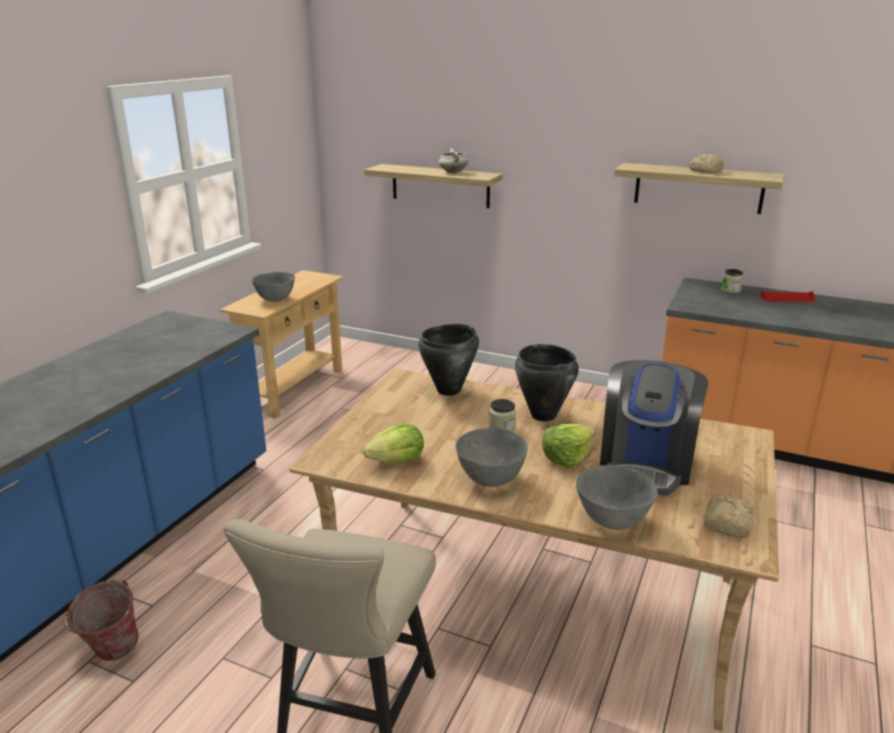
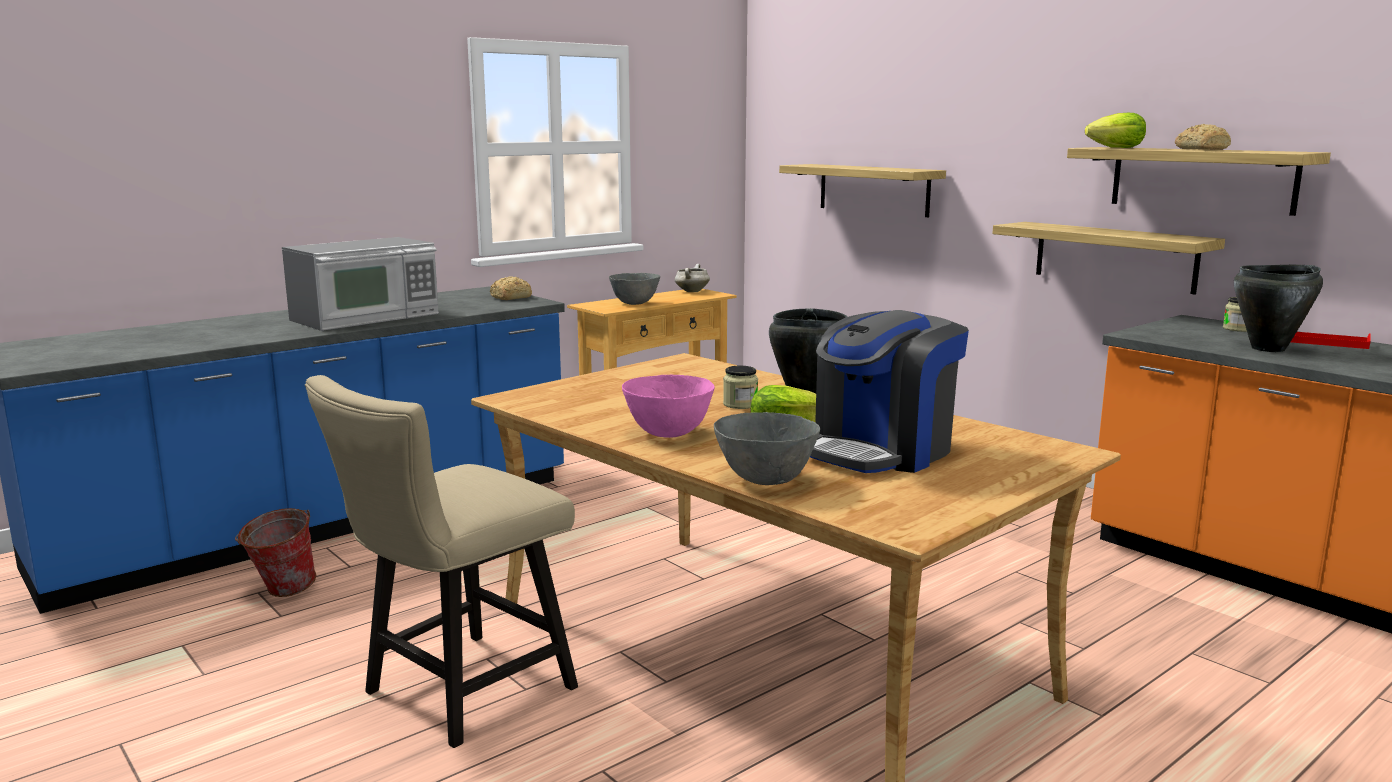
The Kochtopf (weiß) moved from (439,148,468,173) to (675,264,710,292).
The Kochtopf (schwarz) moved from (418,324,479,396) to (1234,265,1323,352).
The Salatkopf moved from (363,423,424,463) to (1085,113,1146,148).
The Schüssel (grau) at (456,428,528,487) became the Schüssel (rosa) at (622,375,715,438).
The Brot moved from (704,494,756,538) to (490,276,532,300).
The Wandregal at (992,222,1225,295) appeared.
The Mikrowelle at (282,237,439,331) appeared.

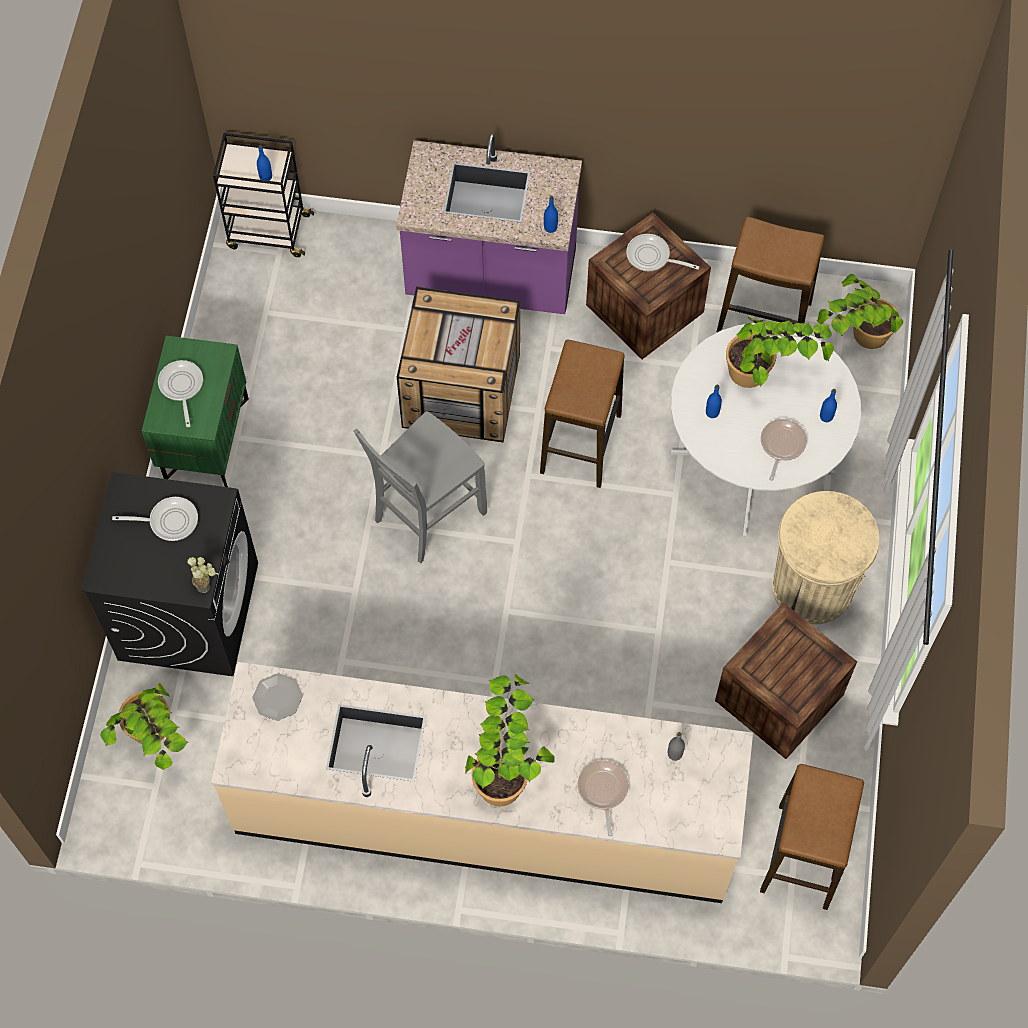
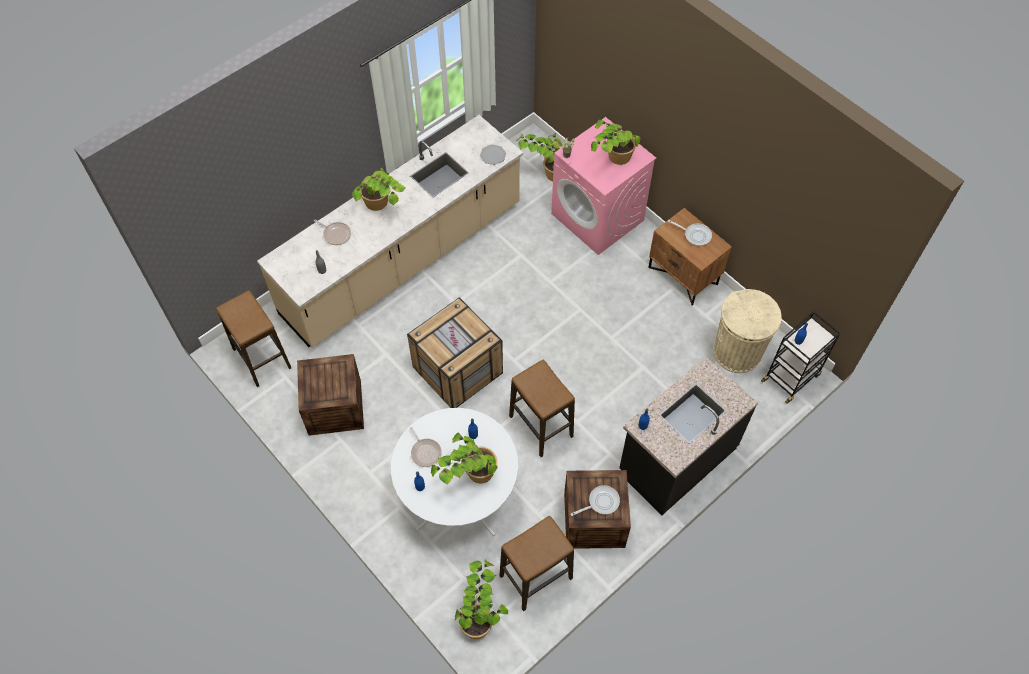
The Küchenzeile (lila) at (396,133,582,314) became the Küchenzeile (schwarz) at (619,357,758,515).
The Kiste moved from (397,286,520,442) to (407,297,503,408).
The Nachttisch (grün) at (142,336,249,487) became the Nachttisch (braun) at (648,208,732,305).
The Stuhl (grau) at (354,412,487,563) disappeared.
The Waschmaschine (schwarz) at (81,472,258,676) became the Waschmaschine (rosa) at (551,117,656,255).
The Mülleimer (beige) moved from (772,491,879,625) to (713,289,782,373).
The Pfanne at (112,497,198,541) was replaced by the Topfpflanze at (591,120,640,165).

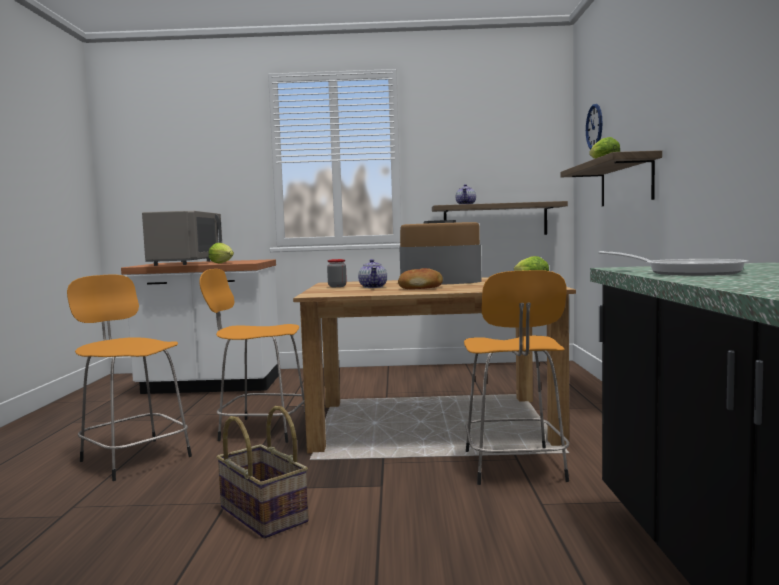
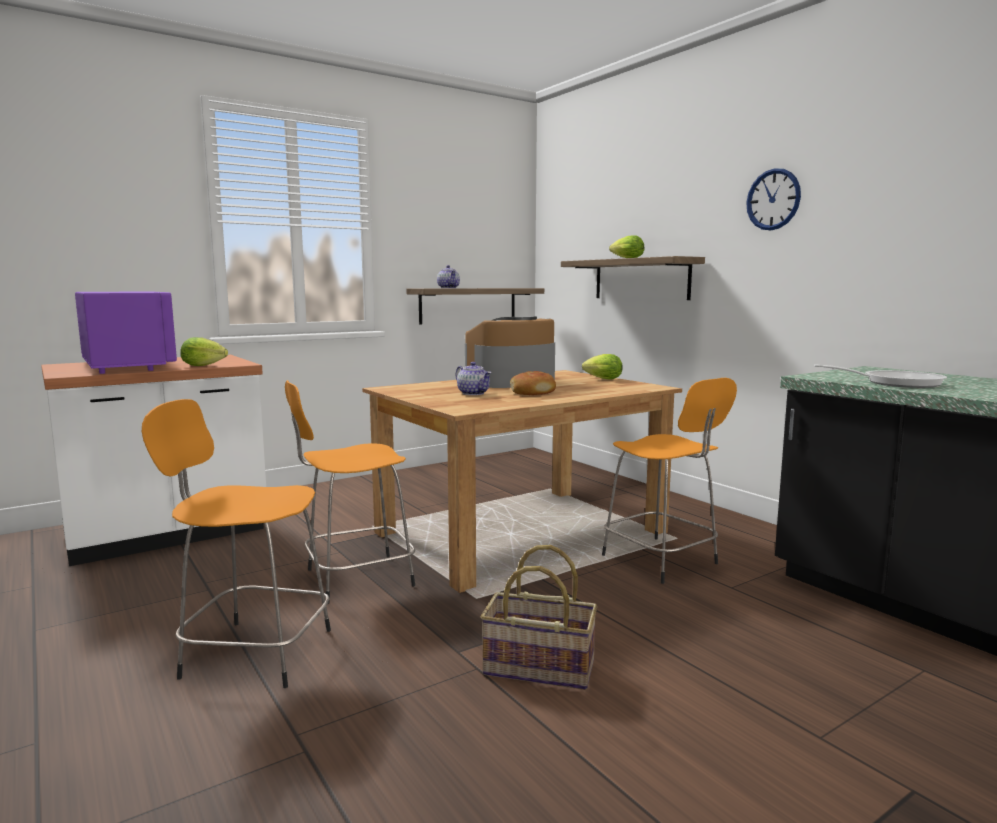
The Wanduhr moved from (586,104,602,149) to (746,168,801,230).
The Mikrowelle (grau) at (142,211,222,266) became the Mikrowelle (lila) at (75,291,177,374).
The Vorratsglas at (327,259,347,287) disappeared.

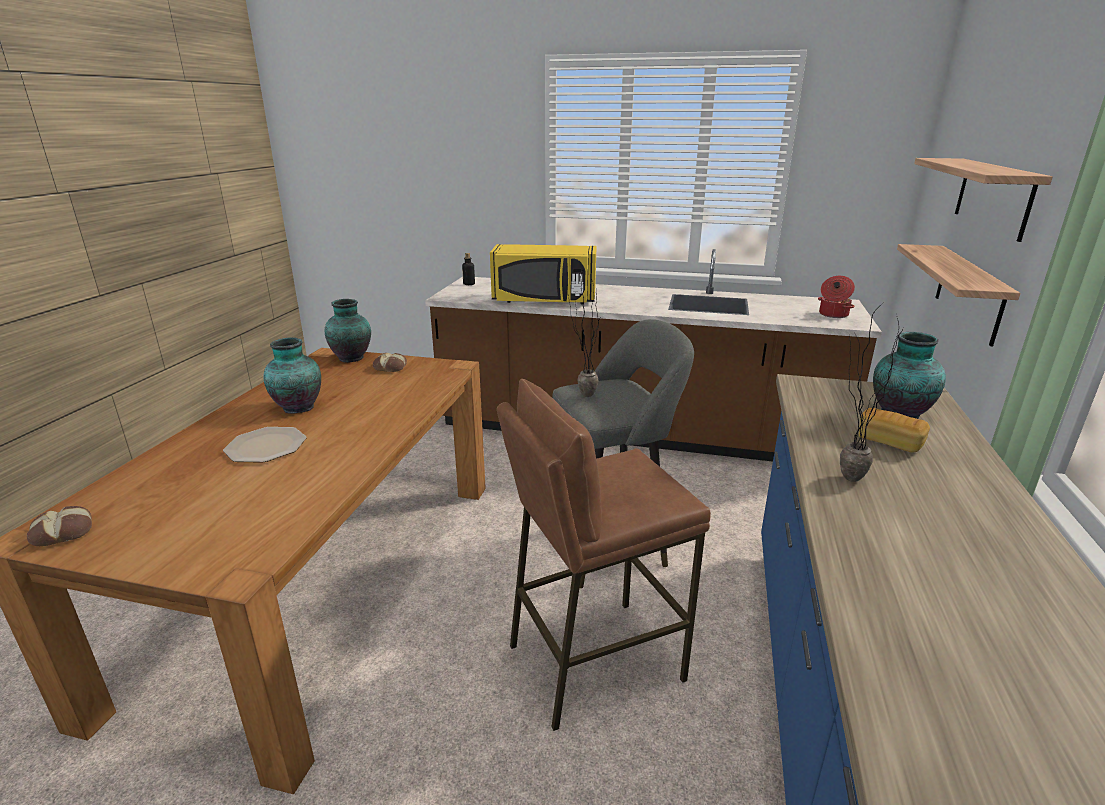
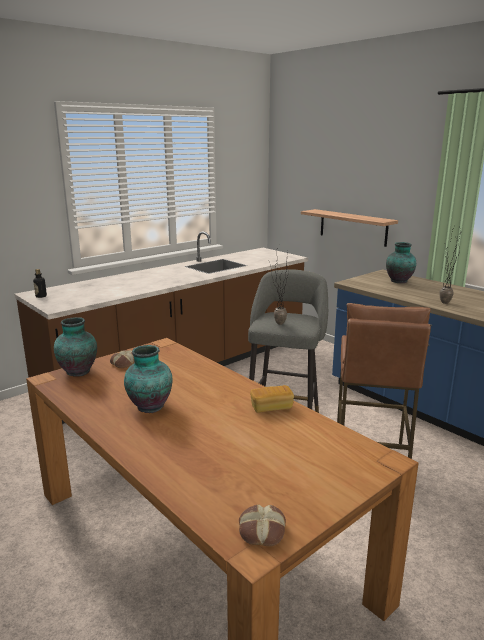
The Wandregal at (914,158,1053,242) disappeared.
The Mikrowelle (gelb) at (490,244,597,304) disappeared.
The Kochtopf at (818,276,855,318) disappeared.
The Brot moved from (859,408,930,452) to (250,385,294,413).
The Teller at (223,427,307,463) disappeared.

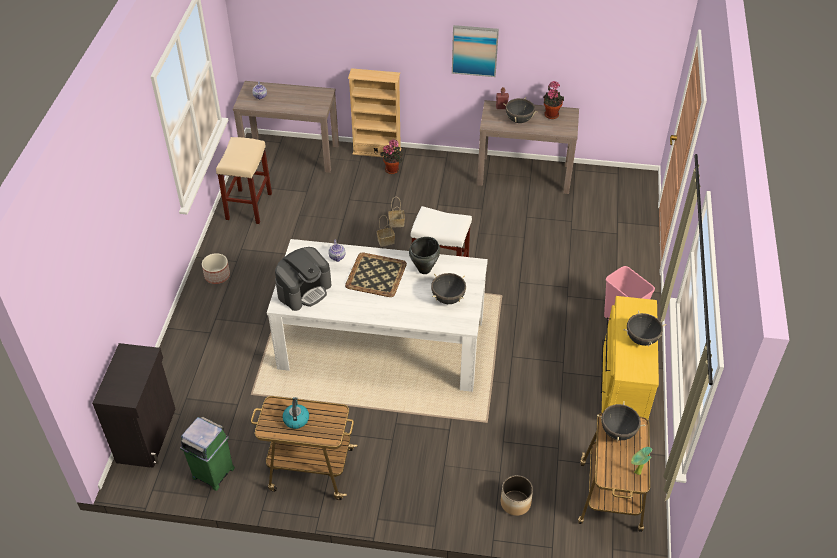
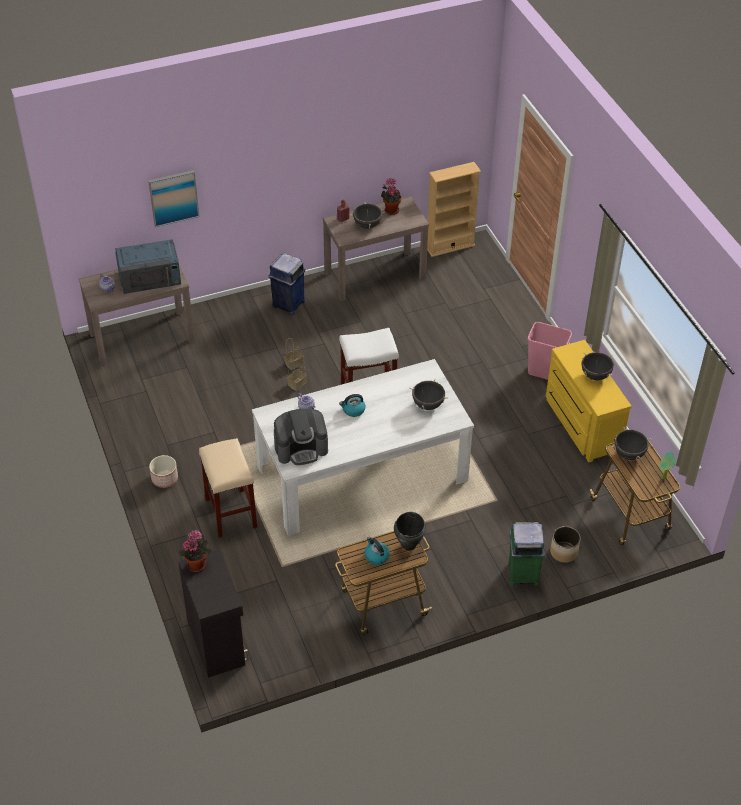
The Bild moved from (452,25,499,77) to (148,170,199,227).
The Bücherregal (beige) moved from (348,68,401,157) to (427,162,481,257).
The Hocker (beige) moved from (216,137,272,224) to (199,438,257,538).
The Topfpflanze moved from (380,139,403,174) to (179,530,211,572).
The Kochtopf (schwarz) moved from (409,237,440,274) to (394,512,426,551).
The Kaffeemaschine at (275,247,331,311) turned 60 degrees clockwise.
The Tablett at (345,252,407,297) was replaced by the Wasserkessel at (339,394,366,417).
The Mülleimer (grün) moved from (180,417,235,491) to (508,522,545,586).
The Mikrowelle (blau) at (115,239,181,294) appeared.
The Mülleimer (blau) at (268,253,305,315) appeared.

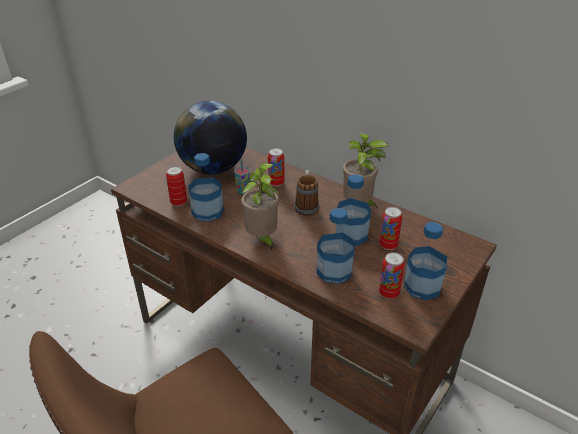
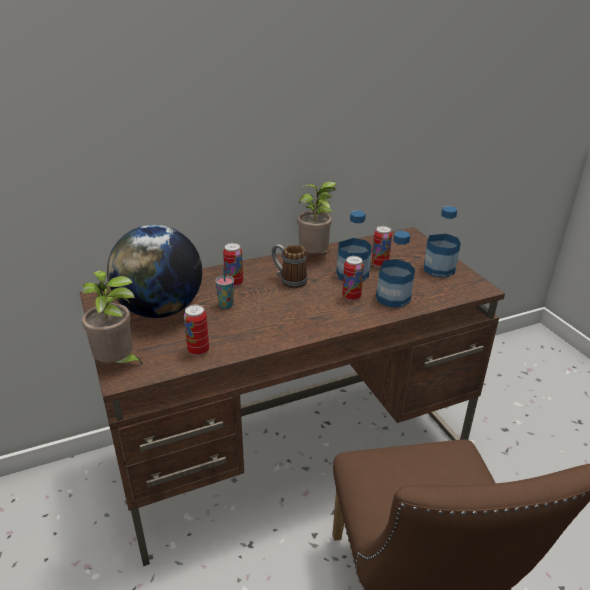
The Flasche at (188,153,224,222) disappeared.
The Topfpflanze moved from (241,163,280,251) to (82,271,143,364).
The Dose moved from (379,252,405,299) to (342,256,364,301).

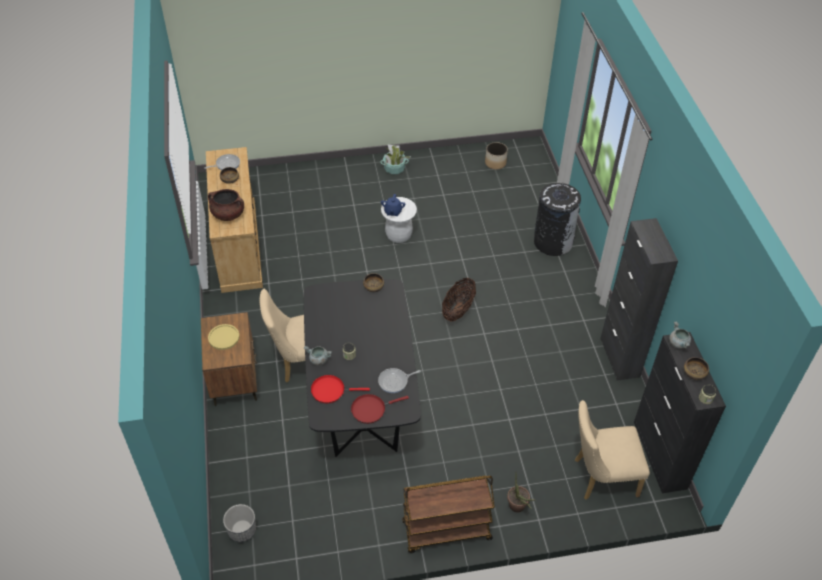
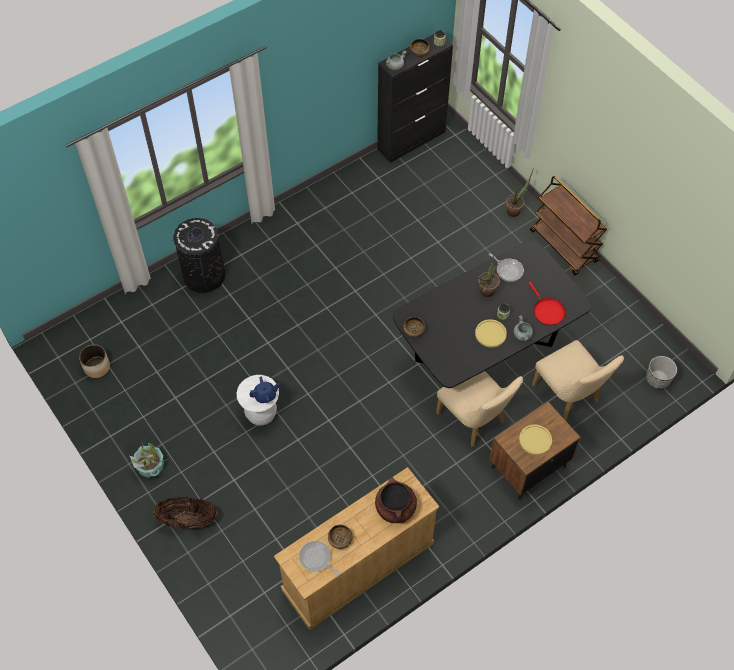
The Schrank (schwarz) at (600,218,678,381) disappeared.
The Korb moved from (442,278,476,321) to (154,496,217,529).
The Pfanne (rot) at (351,394,409,424) disappeared.
The Stuhl (beige) moved from (575,400,650,500) to (532,340,624,420).
The Topfpflanze at (478,253,500,297) appeared.
The Teller (gelb) at (475,319,507,348) appeared.

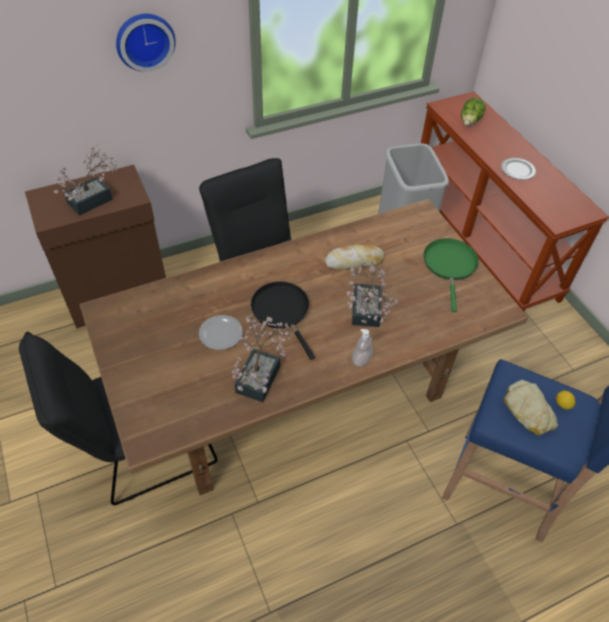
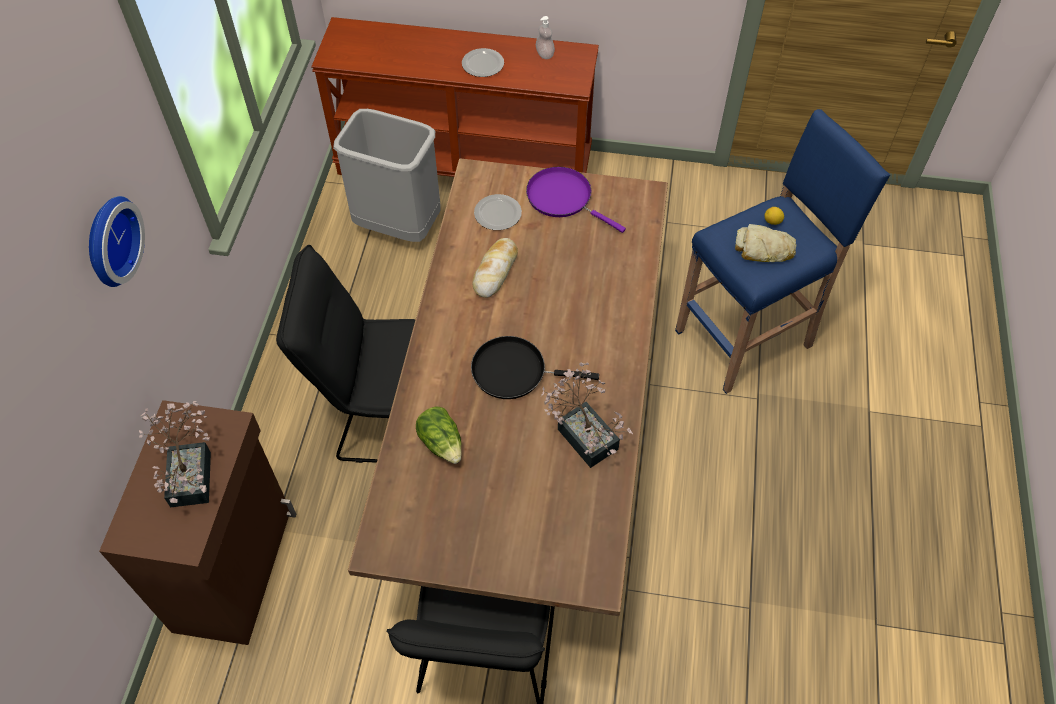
The Salatkopf moved from (461,98,486,125) to (416,407,462,464).
The Pfanne (grün) at (424,238,479,312) became the Pfanne (lila) at (526,167,626,233).
The Topfpflanze at (346,261,398,327) disappeared.
The Teller moved from (199,315,243,350) to (474,194,522,230).
The Seifenspender moved from (352,329,373,367) to (536,16,555,59).

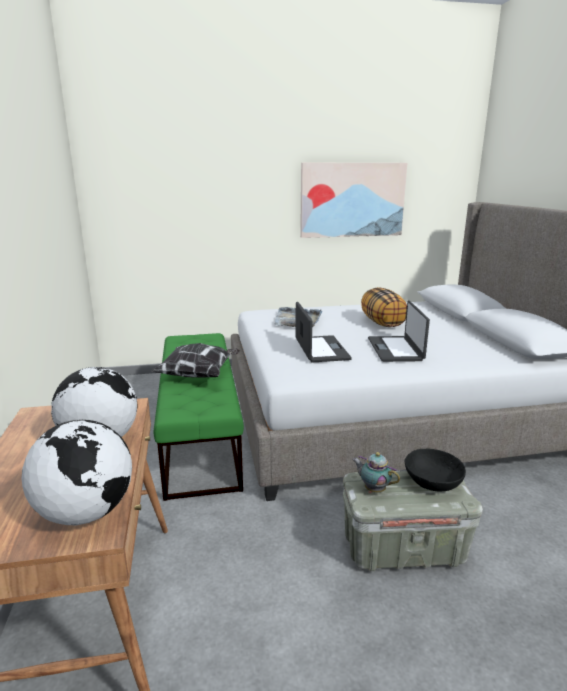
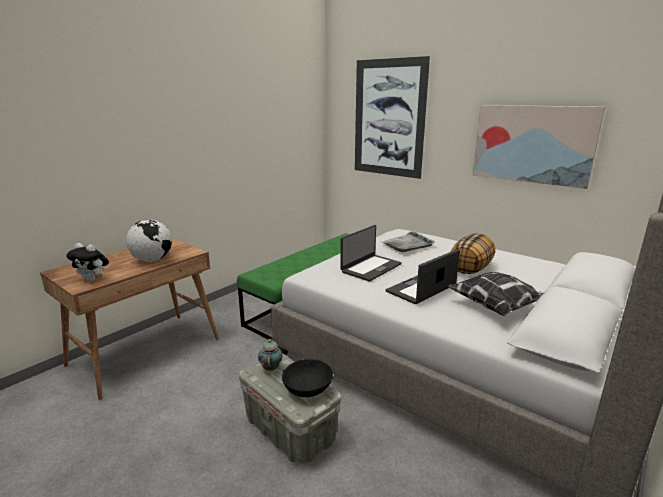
The Kissen moved from (152,343,240,377) to (447,272,545,316).
The Globus at (22,420,132,525) was replaced by the Plüschtier at (66,243,109,282).
The Bild at (355,56,430,179) appeared.

